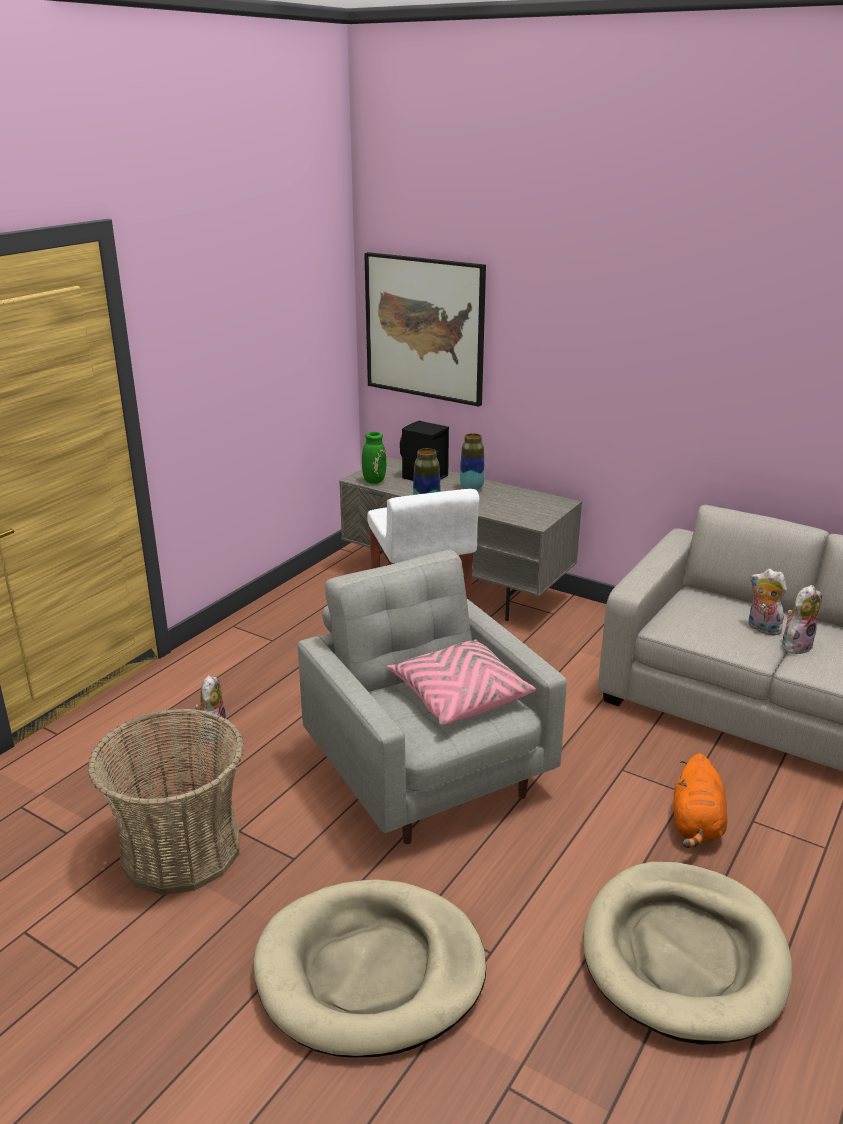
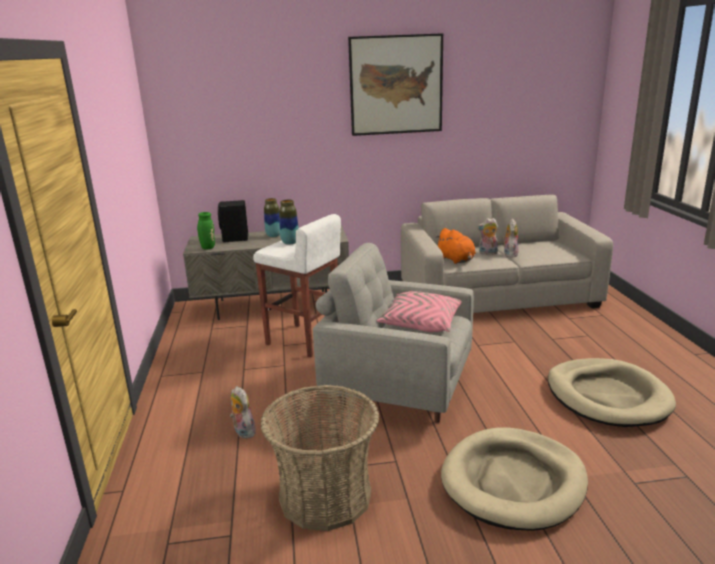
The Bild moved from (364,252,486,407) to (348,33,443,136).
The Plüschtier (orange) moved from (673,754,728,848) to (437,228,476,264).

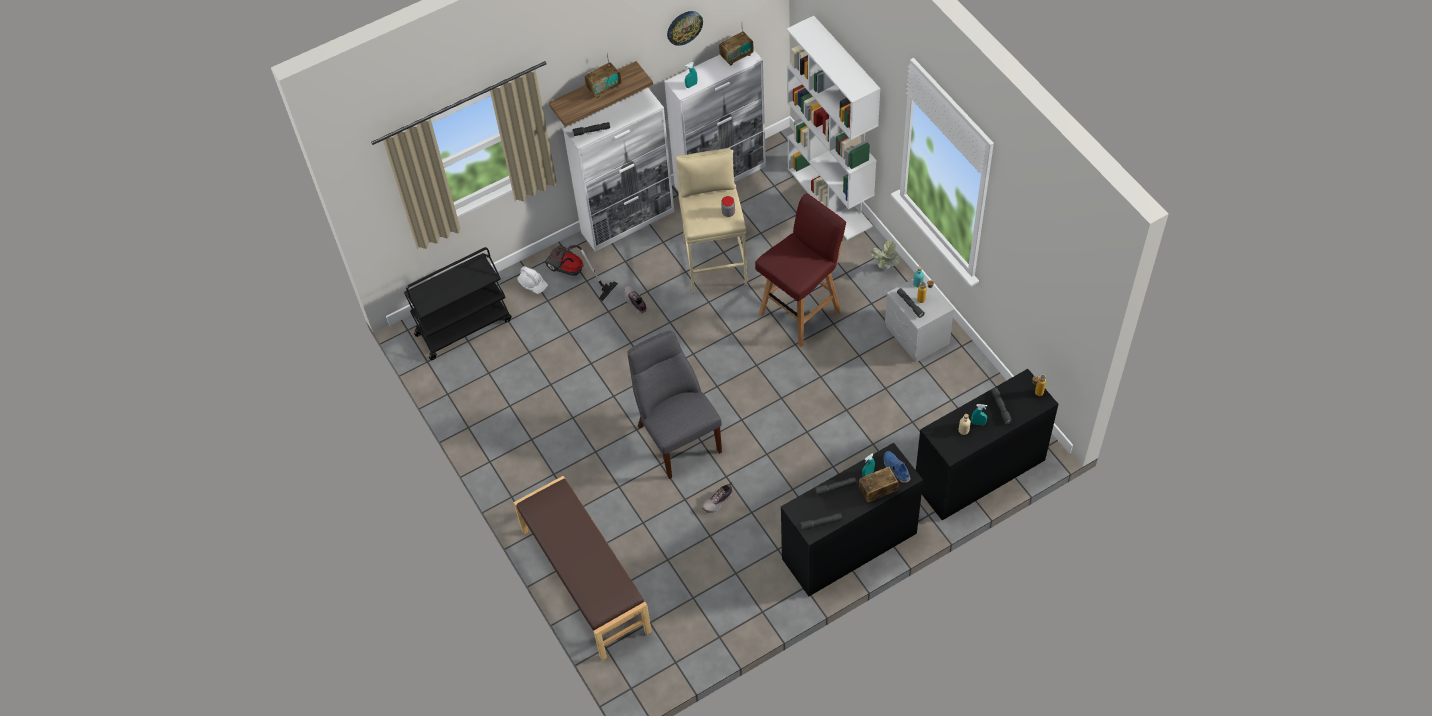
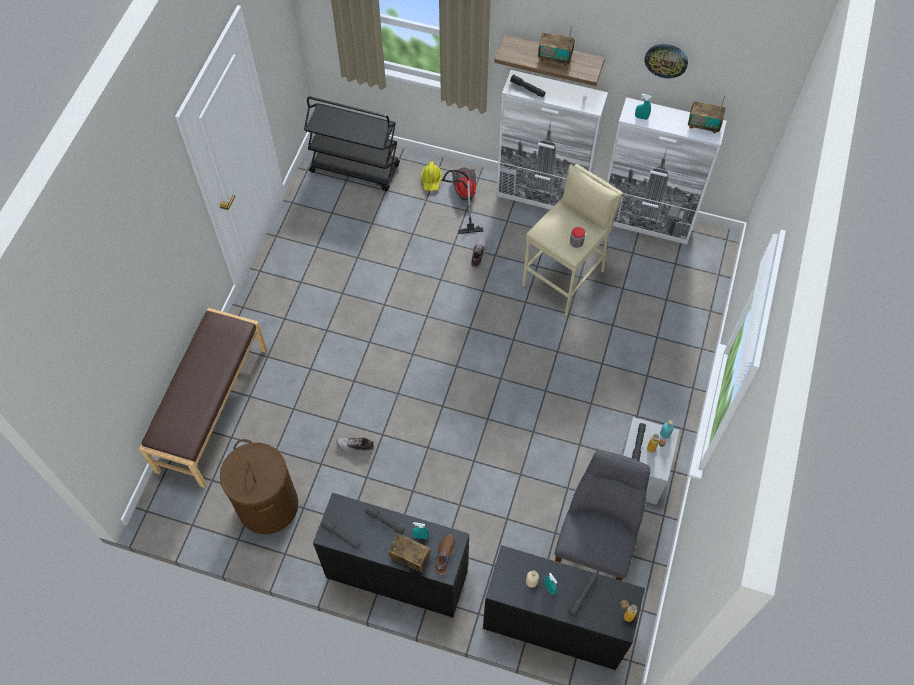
The Bücherregal (weiß) at (786,16,880,240) disappeared.
The Hocker (rot) at (755,193,846,347) disappeared.
The Topfpflanze at (870,240,900,270) disappeared.
The Schutzhelm (weiß) at (517,266,548,294) became the Schutzhelm (gelb) at (421,161,442,191).
The Stuhl (grau) moved from (628,331,722,479) to (555,450,650,581).
The Schuh (blau) at (884,451,910,483) became the Schuh (braun) at (435,534,455,575).
The Wäschekorb (braun) at (220,439,298,534) appeared.

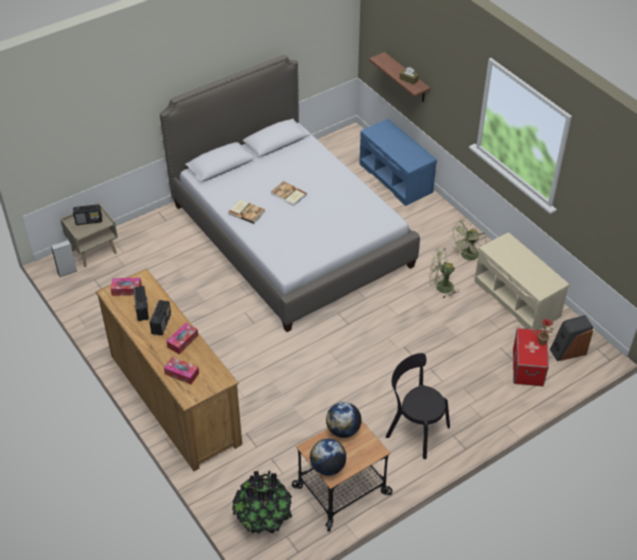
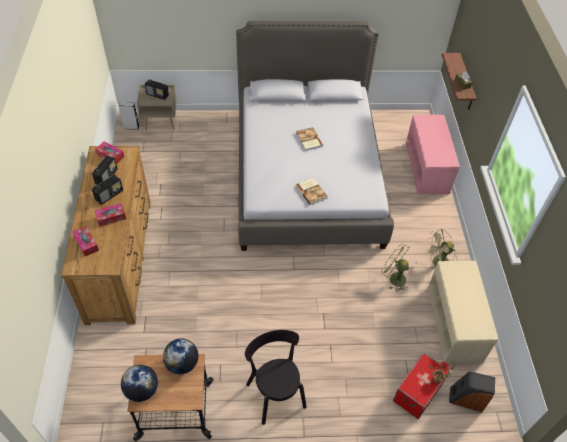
The Bank (blau) at (359,119,437,206) became the Bank (rosa) at (406,115,460,195).
The Buch moved from (228,200,265,224) to (296,178,328,205).
The Topfpflanze at (232,470,292,534) disappeared.

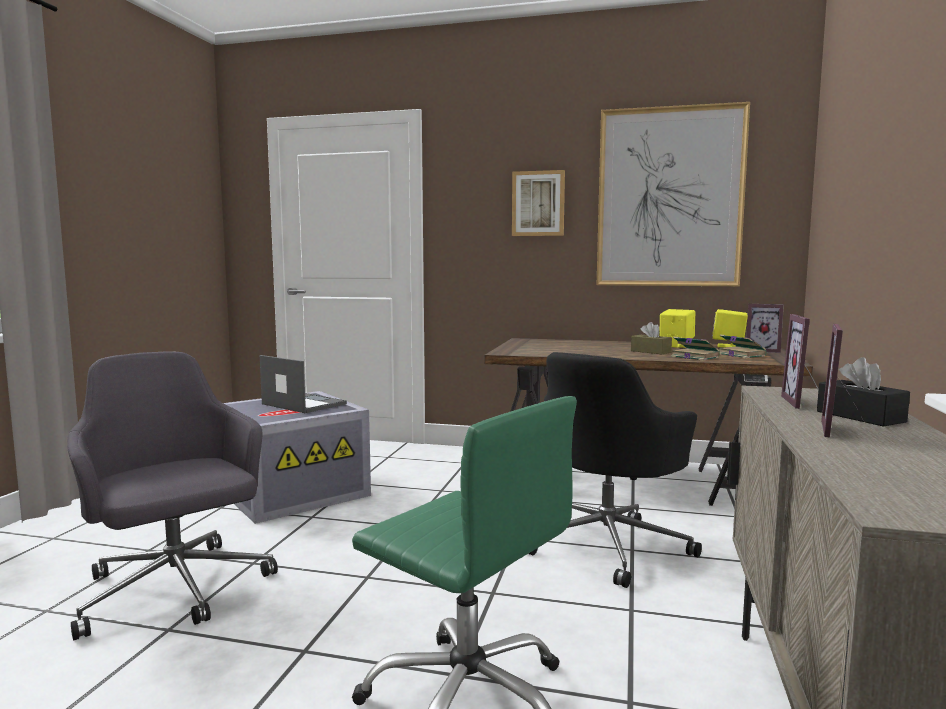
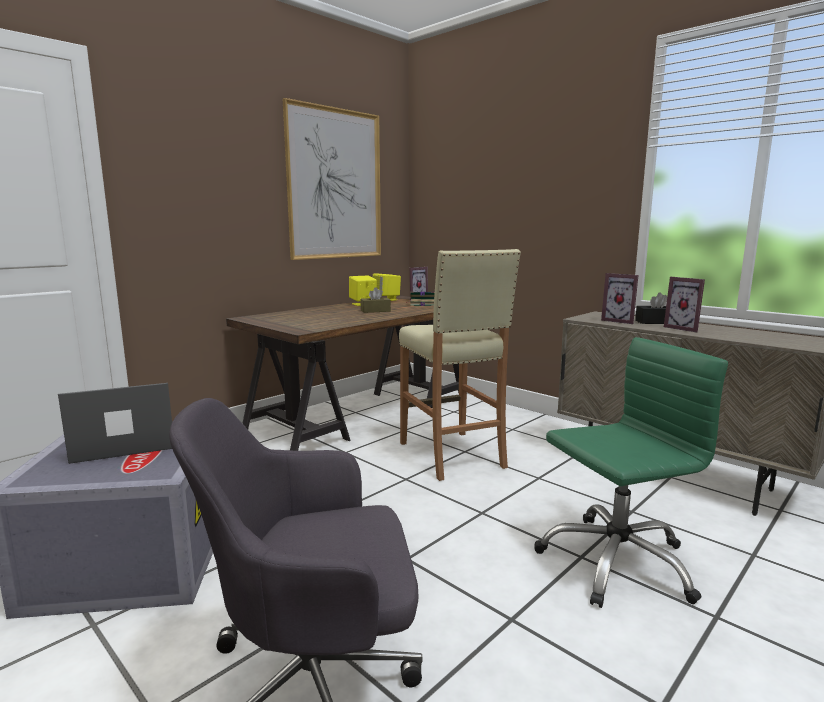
The Bild at (512,170,565,236) disappeared.
The Buch at (671,336,720,361) disappeared.
The Bürostuhl (schwarz) at (529,352,702,588) was replaced by the Hocker (beige) at (399,249,521,481).

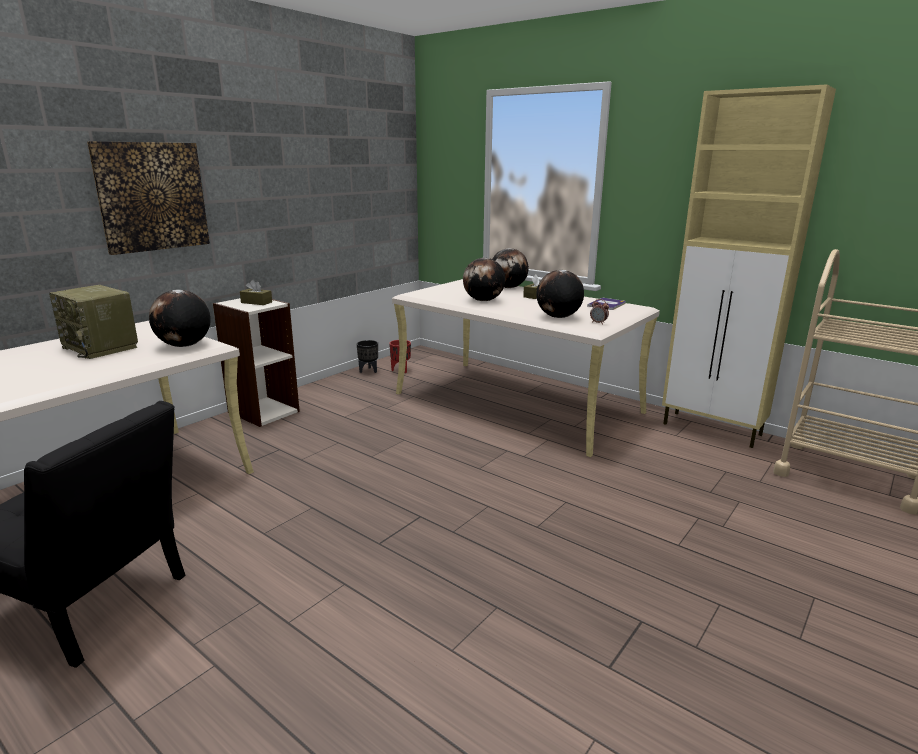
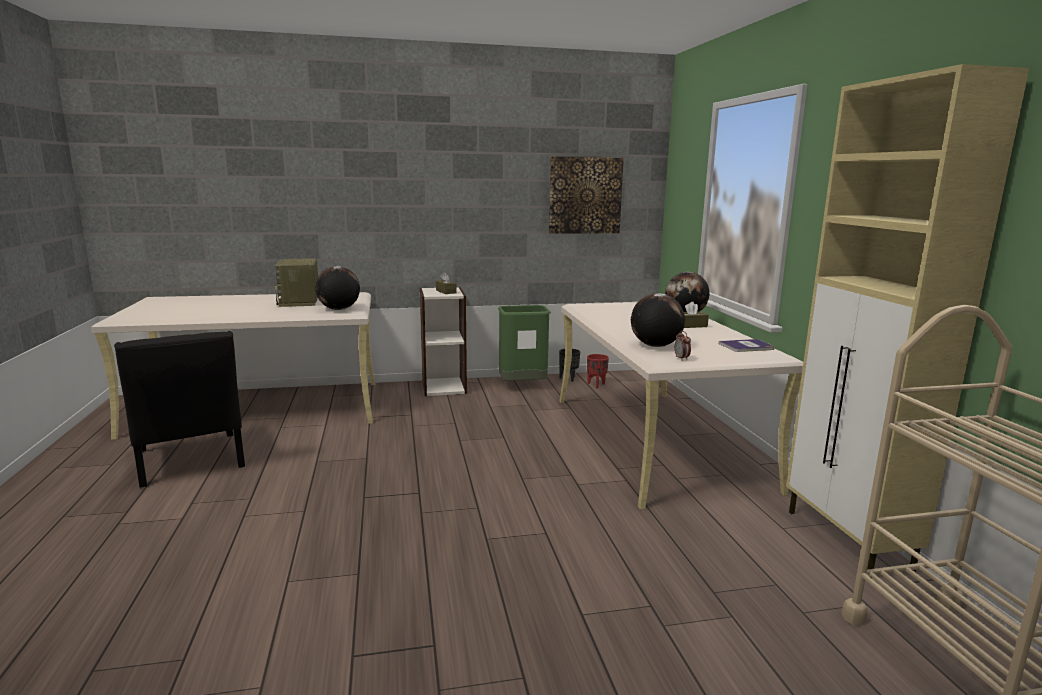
The Bild moved from (87,141,210,255) to (549,157,624,234).
The Globus at (463,258,505,301) disappeared.
The Mülleimer (grün) at (498,305,551,381) appeared.

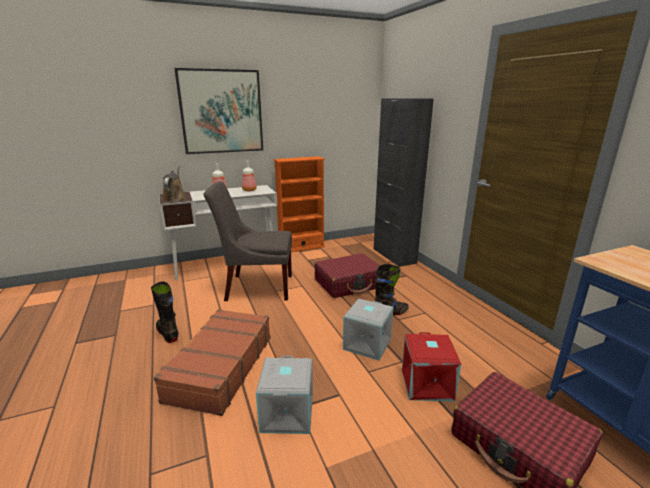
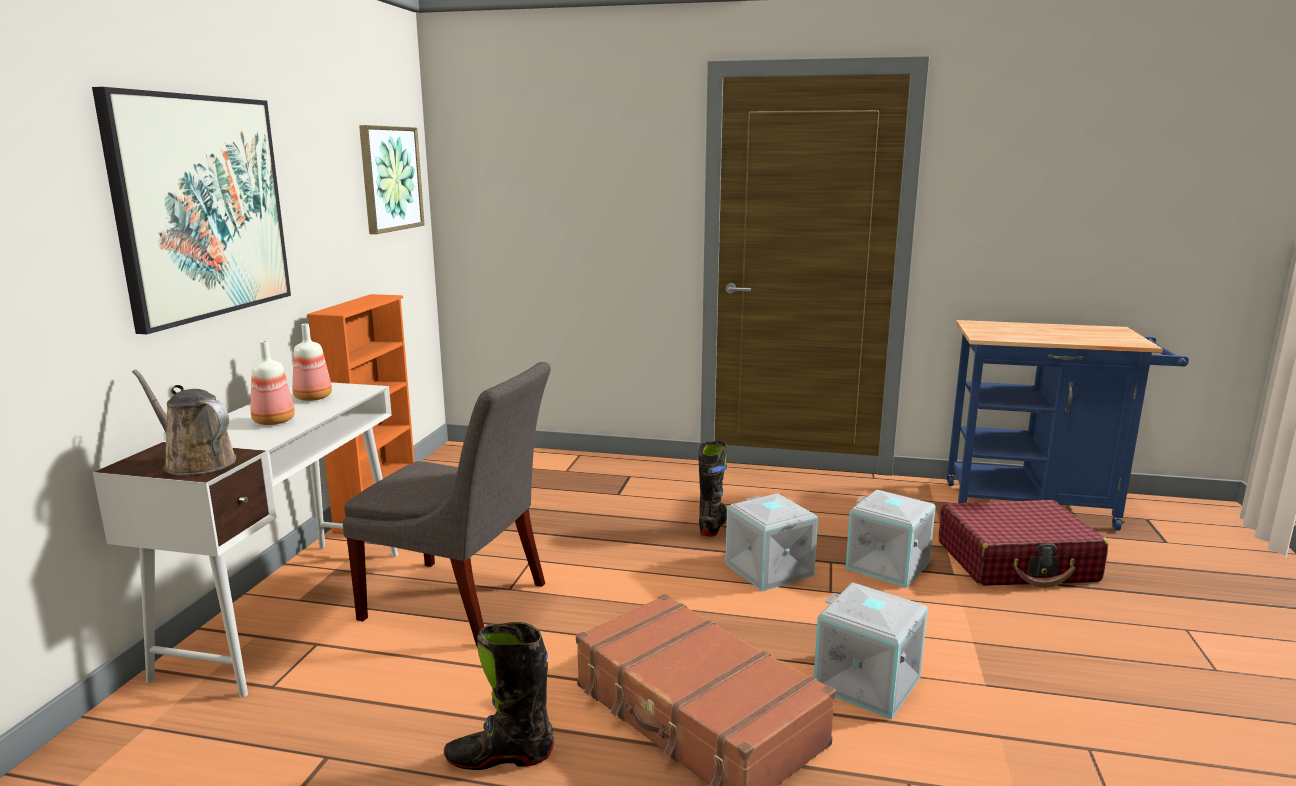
The Schrank (schwarz) at (374,98,434,267) disappeared.
The Stuhl (grau) at (204,181,292,301) turned 105 degrees counterclockwise.
The Koffer (rot) at (314,253,380,298) disappeared.
The Aufbewahrungsbox (rot) at (402,332,461,402) became the Aufbewahrungsbox (grau) at (845,490,936,588).
The Bild at (359,125,425,234) appeared.

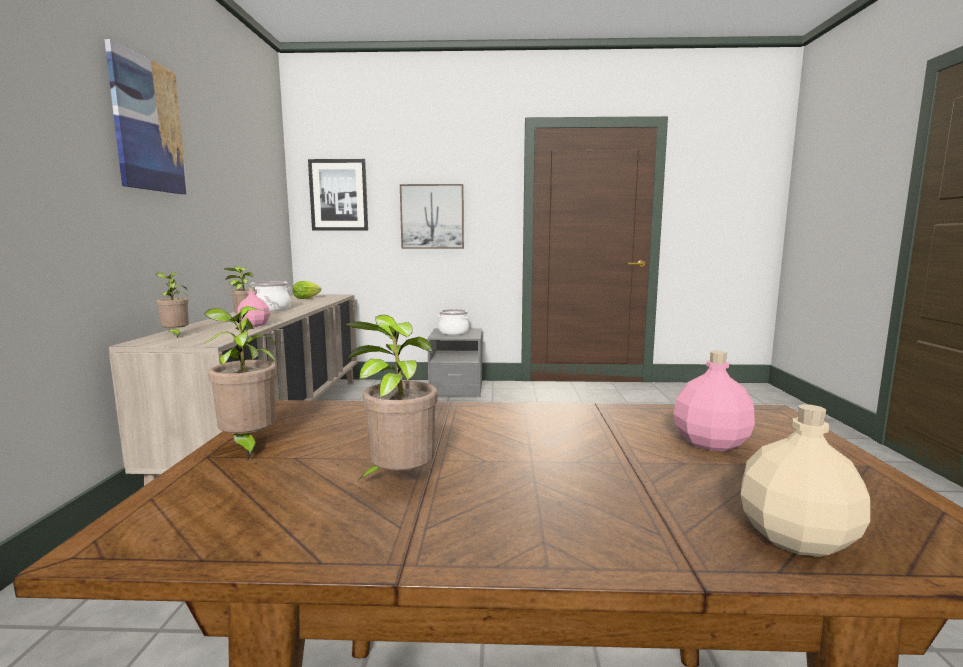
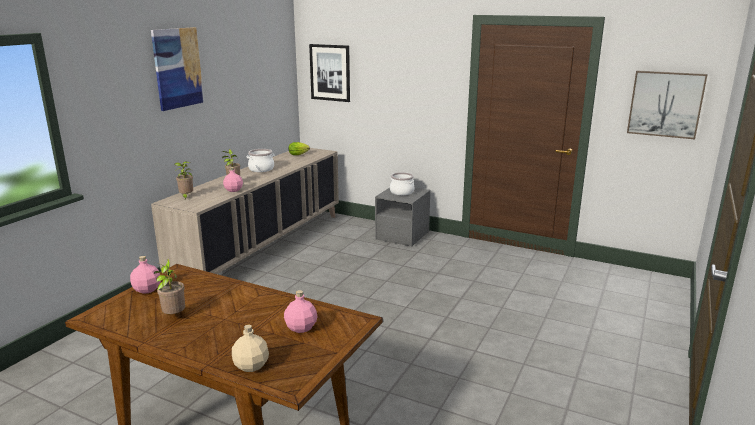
The Bild moved from (400,184,464,249) to (627,71,708,139).
The Topfpflanze at (202,306,277,461) was replaced by the Flasche (rosa) at (130,256,161,294).

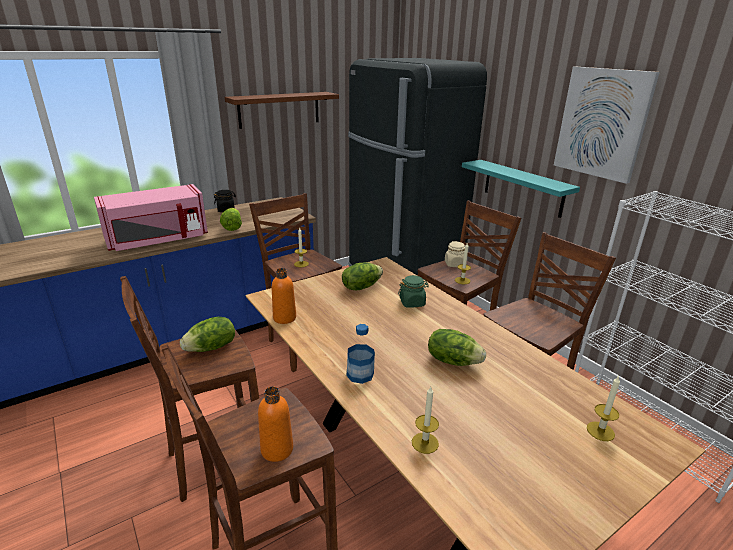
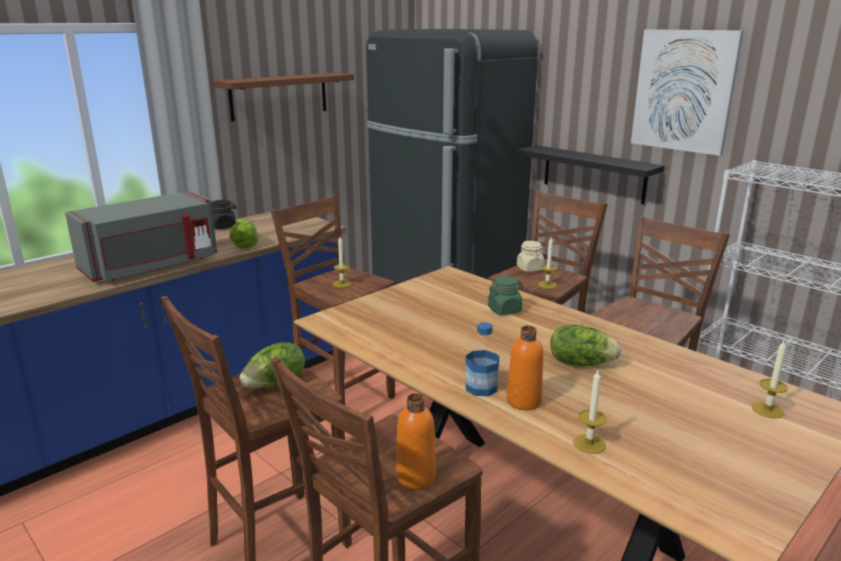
The Wandregal (türkis) at (462,160,580,218) became the Wandregal (schwarz) at (517,145,665,204).
The Mikrowelle (rosa) at (94,184,208,251) became the Mikrowelle (grau) at (65,191,217,282).
The Salatkopf at (342,262,383,290) disappeared.
The Flasche (orange) moved from (272,268,296,324) to (507,326,544,410).

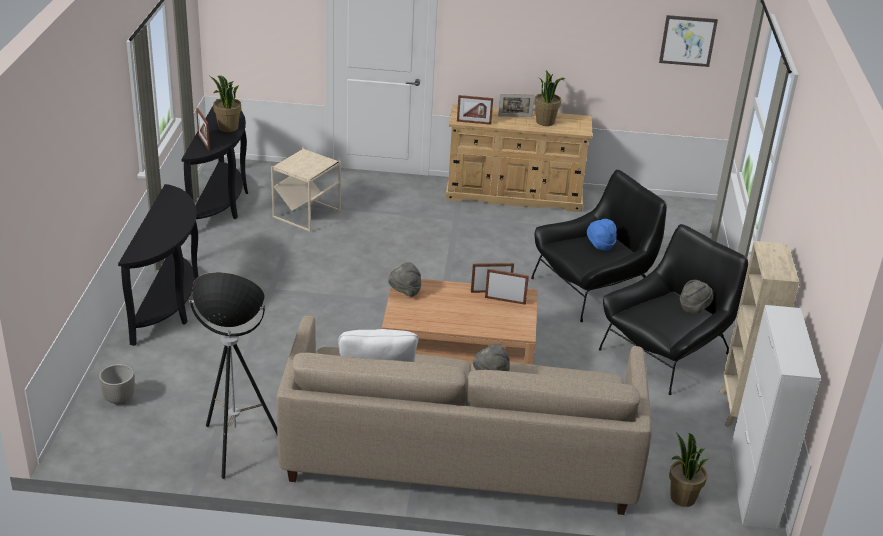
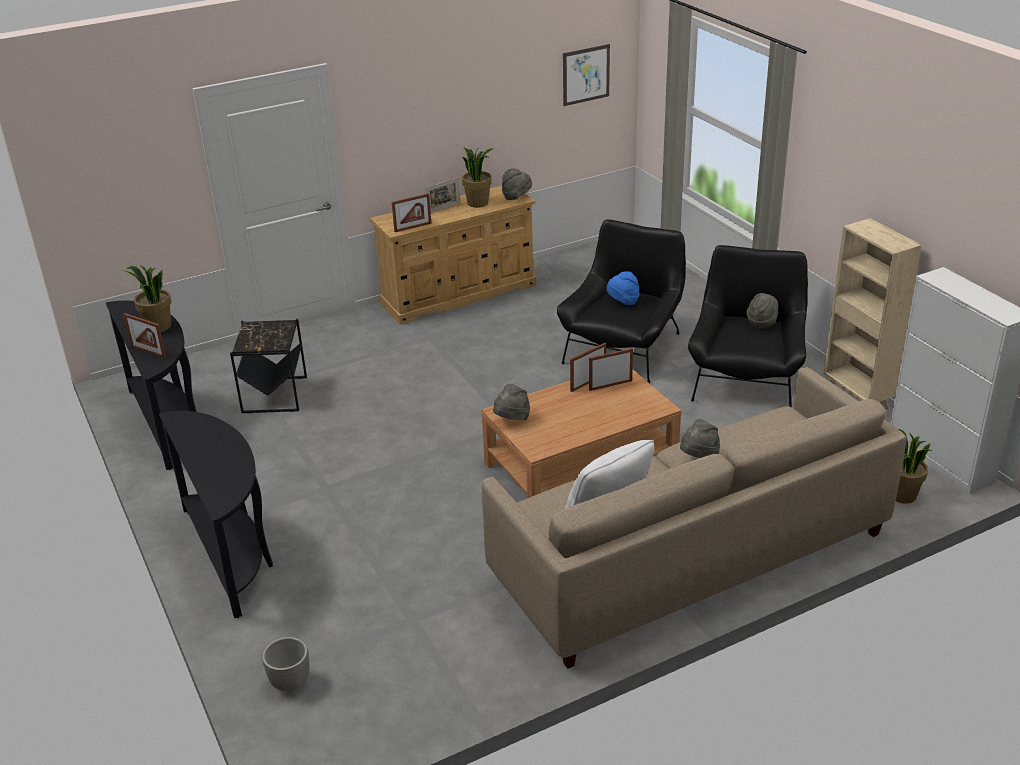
The Beistelltisch (beige) at (271,148,341,232) became the Beistelltisch (schwarz) at (230,319,307,413).
The Stehlampe at (189,272,277,479) disappeared.
The Hut (grau) at (502,168,532,200) appeared.

